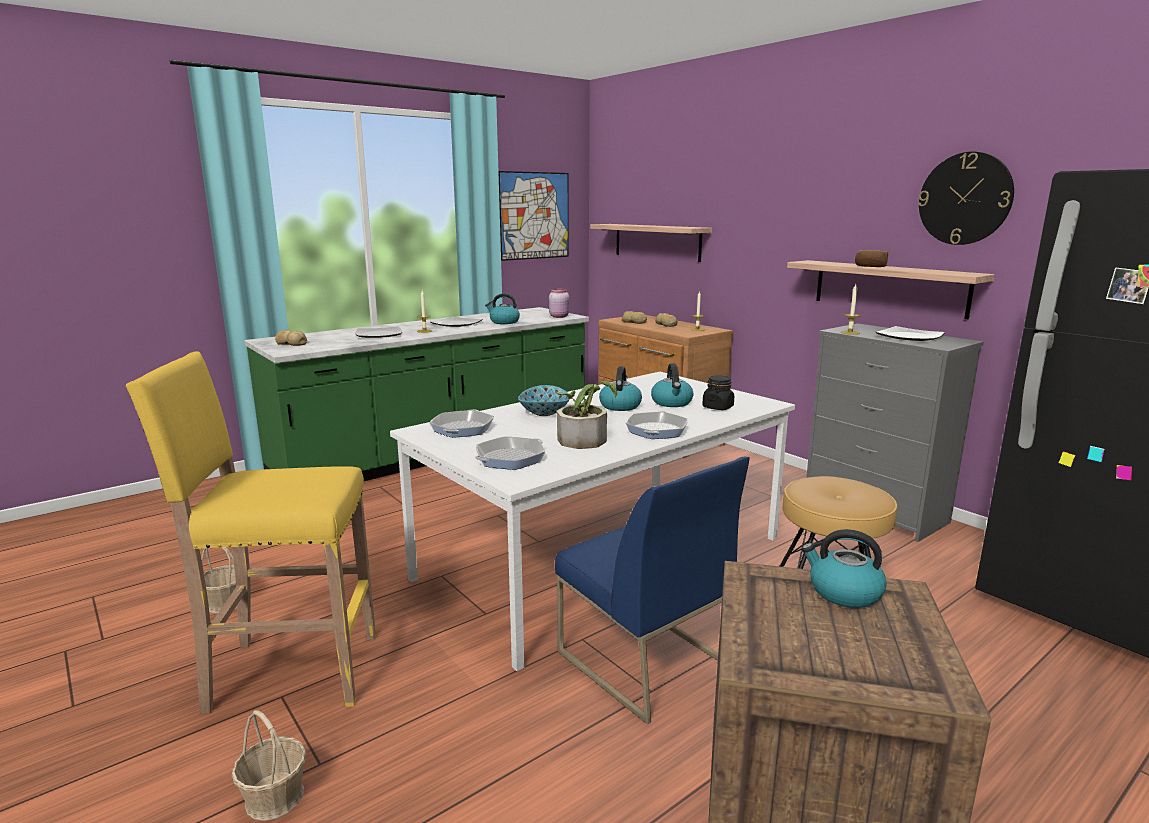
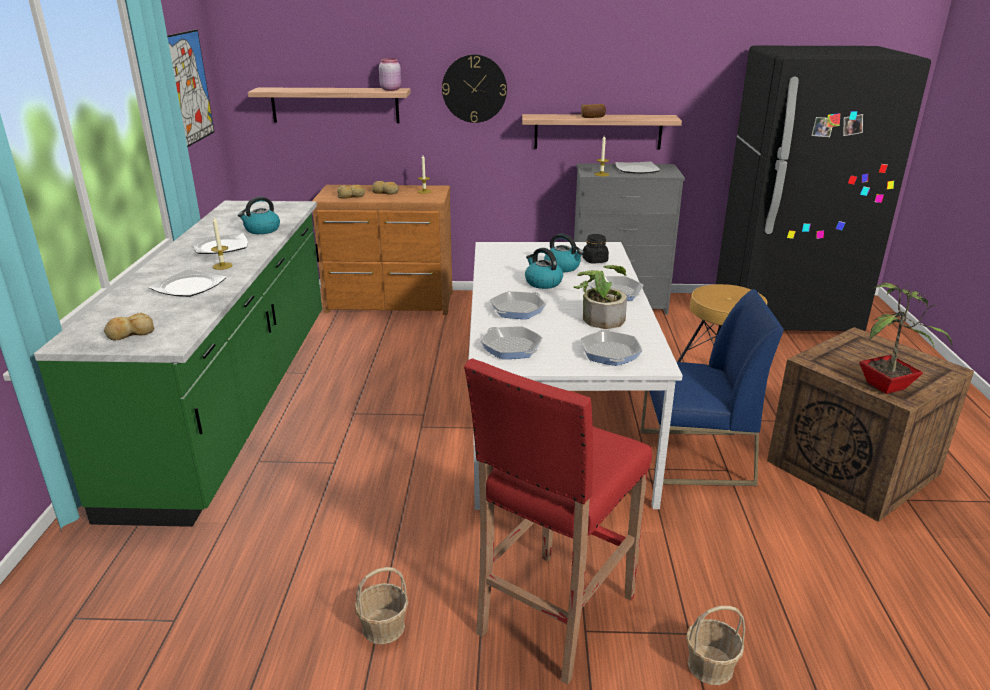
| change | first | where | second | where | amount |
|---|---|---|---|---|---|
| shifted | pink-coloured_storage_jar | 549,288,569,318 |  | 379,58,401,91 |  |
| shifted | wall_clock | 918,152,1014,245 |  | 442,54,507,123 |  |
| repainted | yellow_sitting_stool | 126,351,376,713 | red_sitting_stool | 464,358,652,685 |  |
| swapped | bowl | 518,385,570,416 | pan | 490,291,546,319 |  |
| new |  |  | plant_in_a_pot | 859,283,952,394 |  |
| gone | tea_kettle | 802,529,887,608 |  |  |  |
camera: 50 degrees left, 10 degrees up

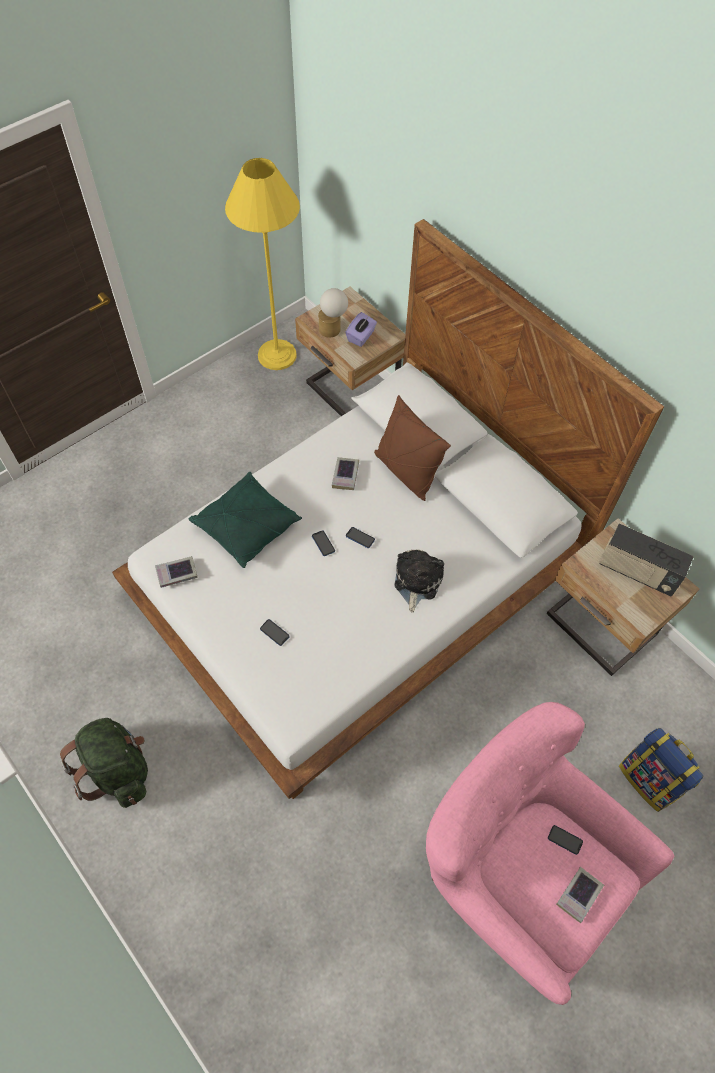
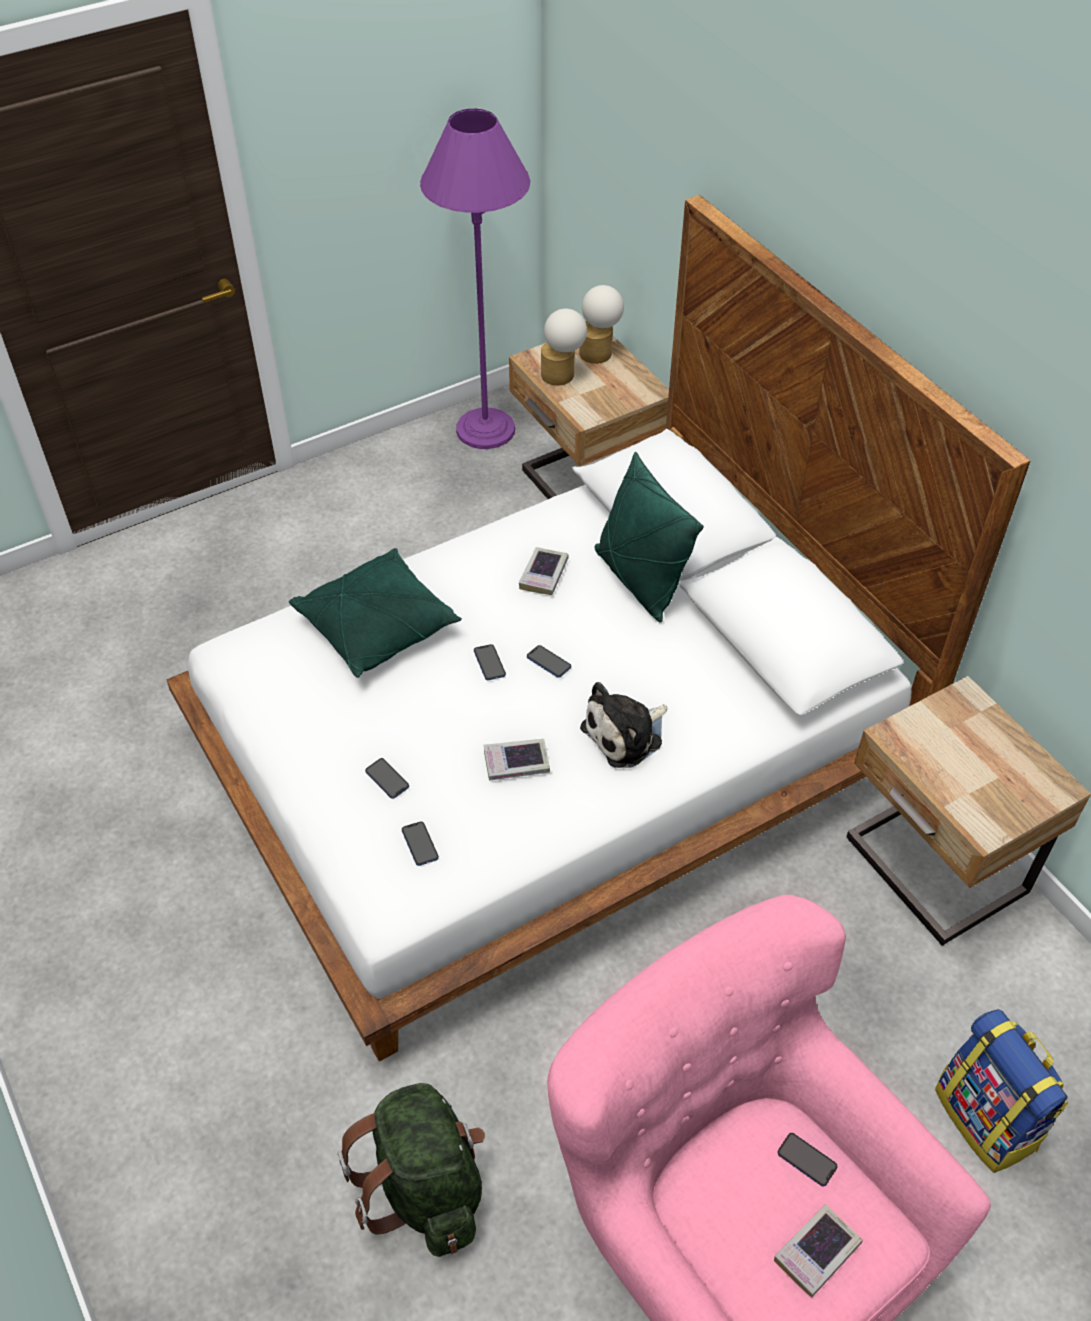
| change | first | where | second | where | amount |
|---|---|---|---|---|---|
| shifted | green-coloured_backpack | 60,718,148,808 |  | 338,1083,485,1257 |  |
| new |  |  | phone | 402,821,439,866 |  |
| repainted | yellow_standing_lamp | 225,158,300,370 | purplish_standing_lamp | 420,109,530,449 |  |
| shifted | bound_book | 155,556,198,588 |  | 484,739,550,781 |  |
| new |  |  | table_lamp | 579,285,624,364 |  |
| rotated | soft_toy | 394,550,444,613 |  | 580,682,667,768 | 150 degrees counterclockwise |
| repainted | brown_cushion | 374,395,451,501 | green-coloured_cushion | 594,452,704,622 |  |
| gone | purplish_tissue_box | 345,312,377,347 |  |  |  |
| gone | radio_set | 599,523,693,596 |  |  |  |
camera: 10 degrees right, 10 degrees down

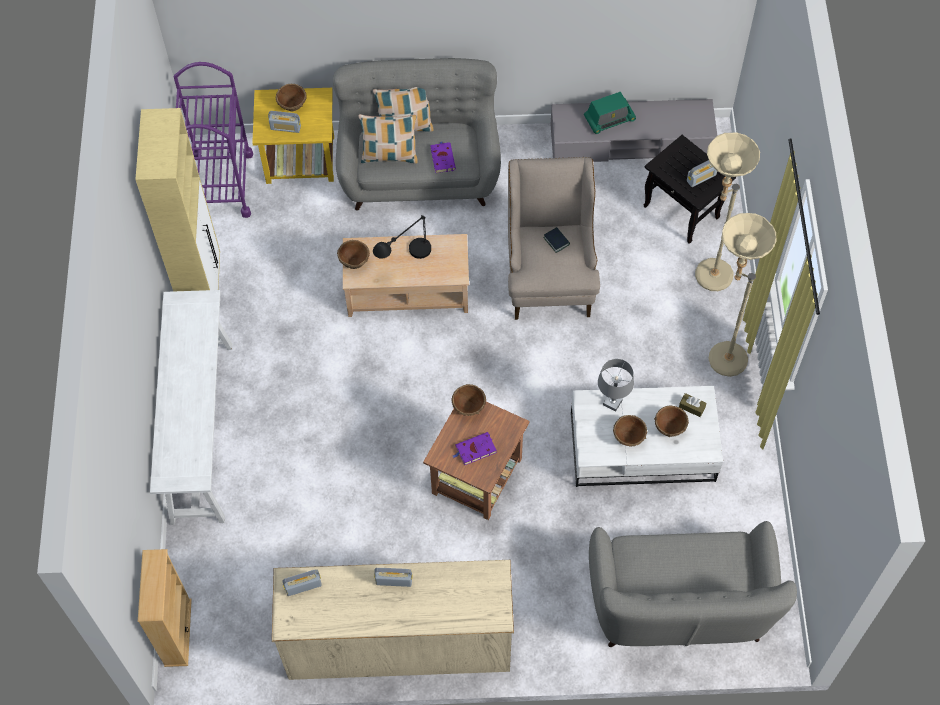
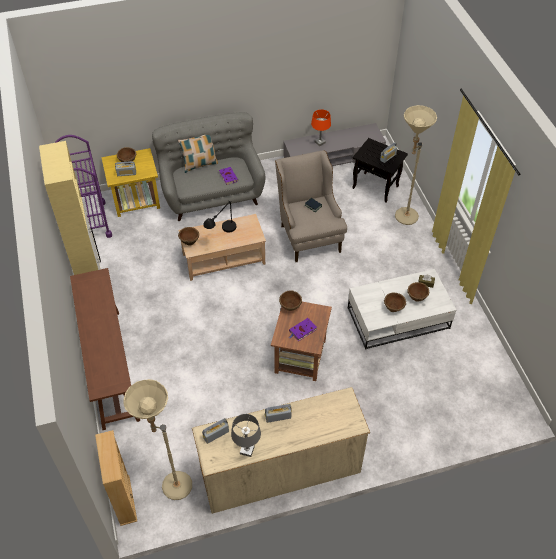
| change | first | where | second | where | amount |
|---|---|---|---|---|---|
| repainted | white_console_table | 150,290,232,525 | brown_console_table | 70,268,140,430 |  |
| shifted | beige-coloured_standing_lamp | 709,213,776,377 |  | 124,379,192,500 |  |
| shifted | grey_table_lamp | 598,359,634,412 |  | 231,414,261,457 |  |
| swapped | radio_set | 584,92,636,134 | orange_table_lamp | 311,109,331,146 |  |
| gone | cushion | 359,114,418,163 |  |  |  |
| gone | grey_sofa | 589,521,797,647 |  |  |  |
camera: 15 degrees left, 10 degrees down

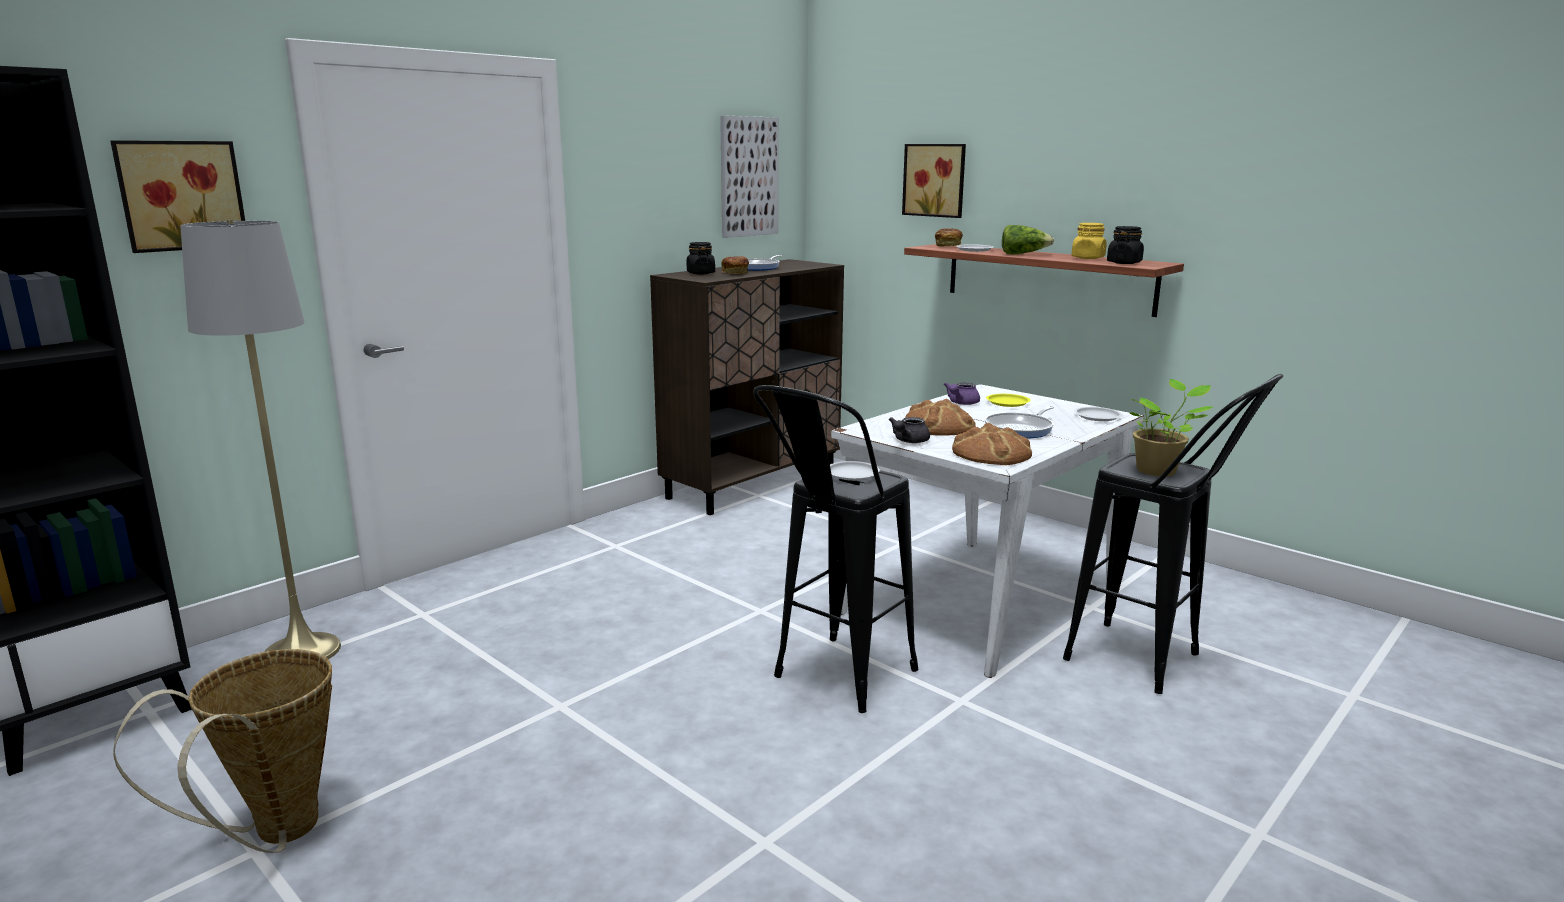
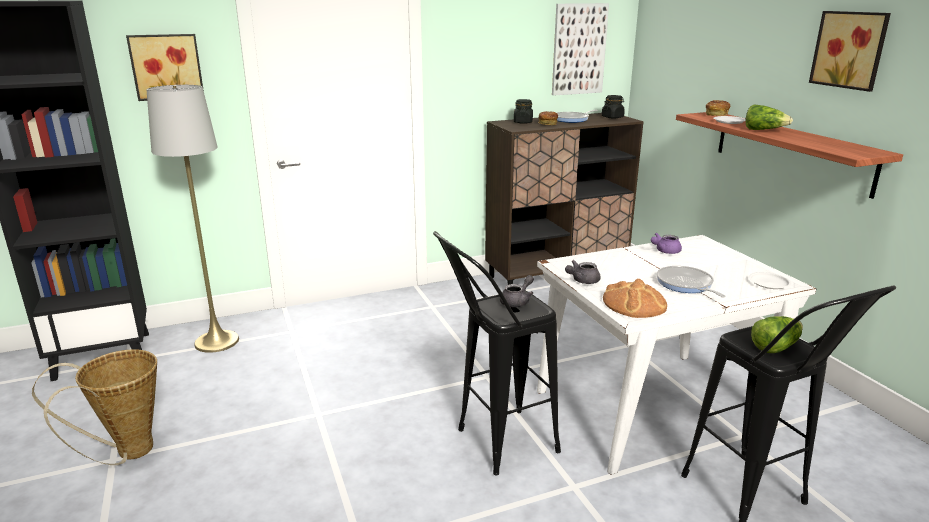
| change | first | where | second | where | amount |
|---|---|---|---|---|---|
| swapped | white_flat_dish | 830,461,880,481 | grey_tea_pot | 500,275,534,307 |  |
| shifted | black_storage_jar | 1107,226,1144,264 |  | 602,95,625,119 |  |
| rotated | pan | 985,406,1054,439 |  | 657,266,726,298 | 90 degrees clockwise |
| swapped | plant_in_a_pot | 1129,379,1213,476 | lettuce | 751,316,803,353 |  |
| shifted | wall_art | 902,144,966,218 |  | 809,11,891,92 |  |
| gone | baked_bread | 905,399,976,436 |  |  |  |
| gone | yellow_flat_dish | 986,394,1031,407 |  |  |  |
| gone | yellow_storage_jar | 1071,223,1107,259 |  |  |  |
camera: 25 degrees right, 5 degrees up

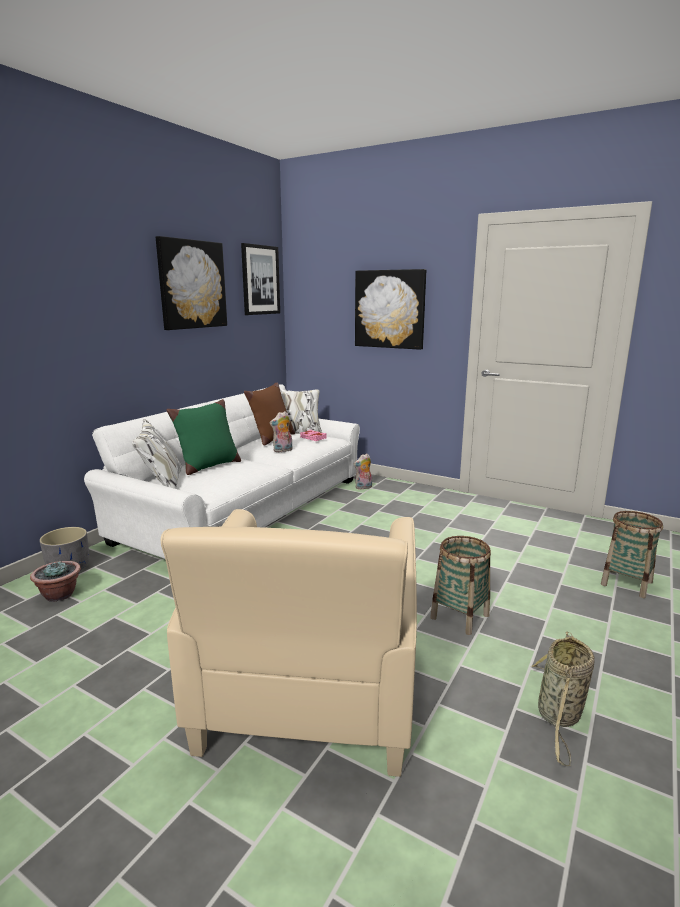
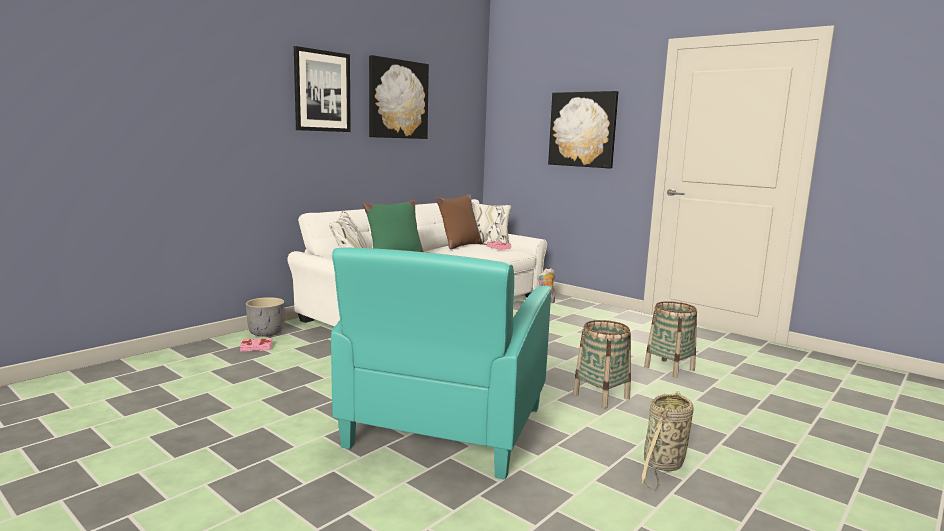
| change | first | where | second | where | amount |
|---|---|---|---|---|---|
| swapped | plant_in_a_pot | 30,560,81,602 | pink-coloured_bound_book | 240,338,272,351 |  |
| shifted | wall_art | 241,243,280,315 |  | 294,46,351,132 |  |
| repainted | beige-coloured_lounge_chair | 161,509,417,777 | turquoise_lounge_chair | 331,247,552,480 |  |
| shifted | household_basket | 601,511,663,598 |  | 644,301,697,378 |  |
| gone | soft_toy | 270,411,292,452 |  |  |  |
camera: 10 degrees right, 5 degrees down

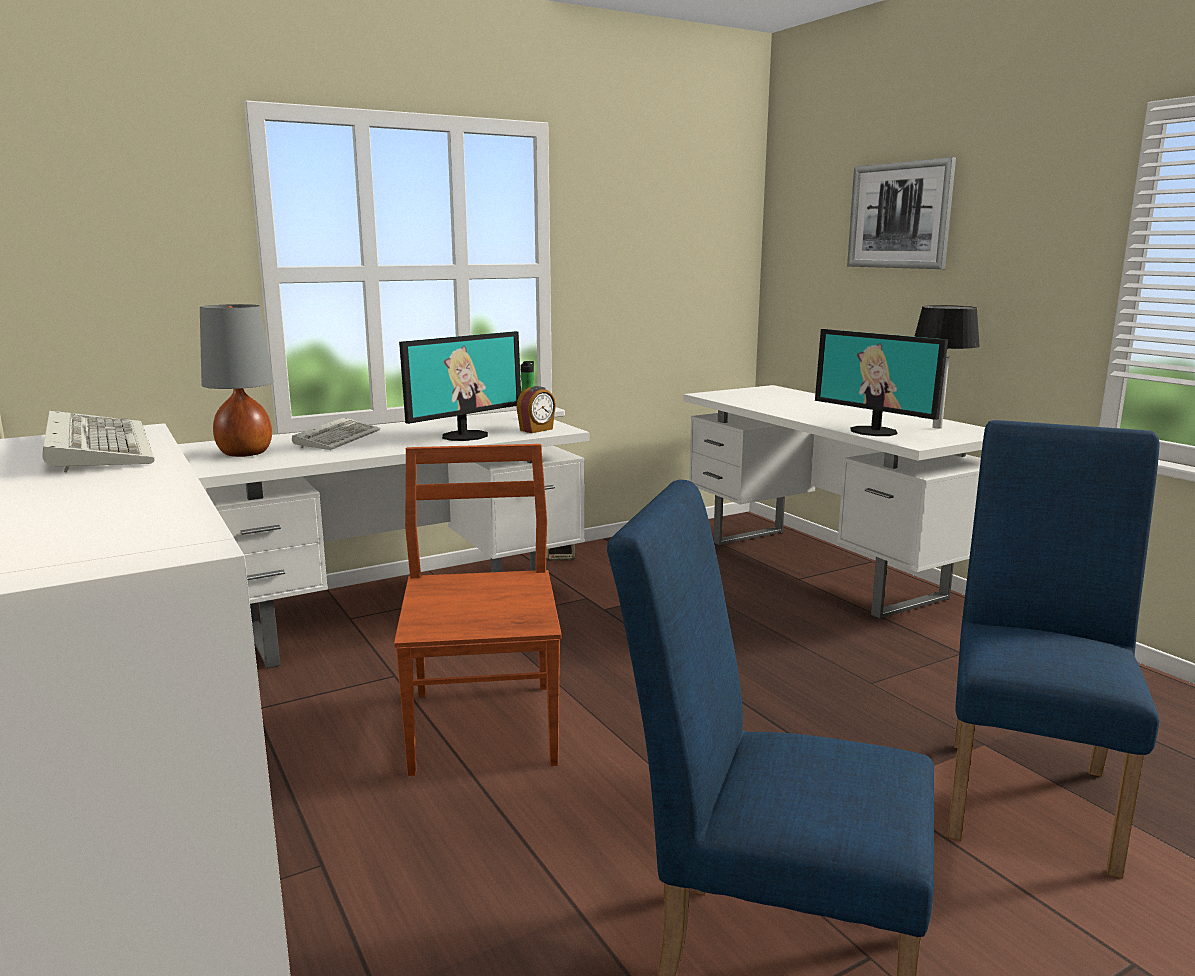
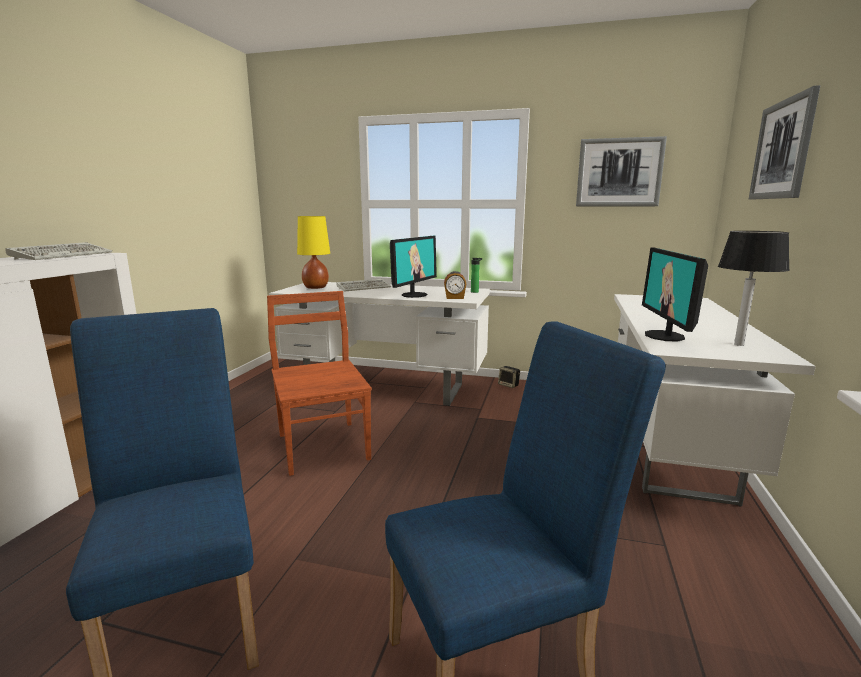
| change | first | where | second | where | amount |
|---|---|---|---|---|---|
| rotated | brown_plain_chair | 394,444,562,776 |  | 267,291,372,476 | 60 degrees counterclockwise |
| repainted | grey_table_lamp | 200,304,274,457 | yellow_table_lamp | 297,216,330,289 |  |
| rotated | computer_screen | 399,331,521,441 |  | 390,236,437,298 | 60 degrees counterclockwise |
| new |  |  | wall_art | 576,136,667,206 |  |
camera: 45 degrees right, 0 degrees up

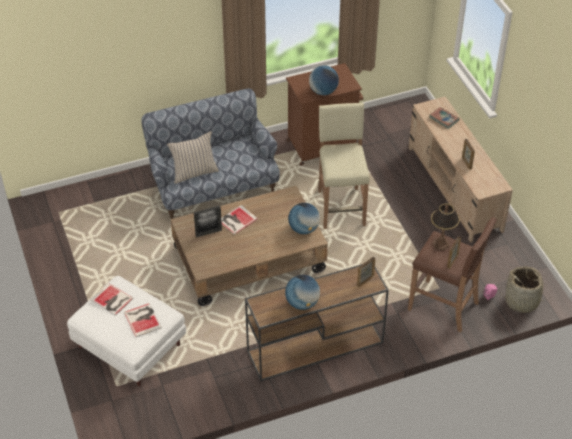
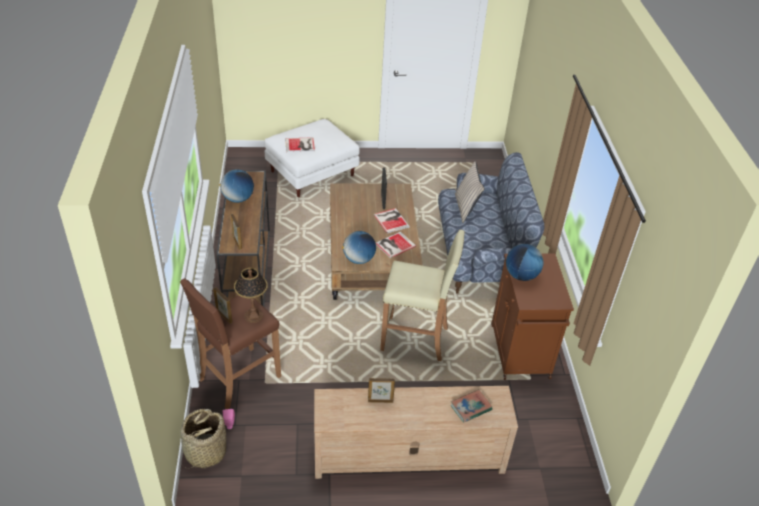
| change | first | where | second | where | amount |
|---|---|---|---|---|---|
| shifted | bound_book | 90,283,134,316 |  | 376,231,416,258 |  |
camera: 105 degrees right, 5 degrees down

